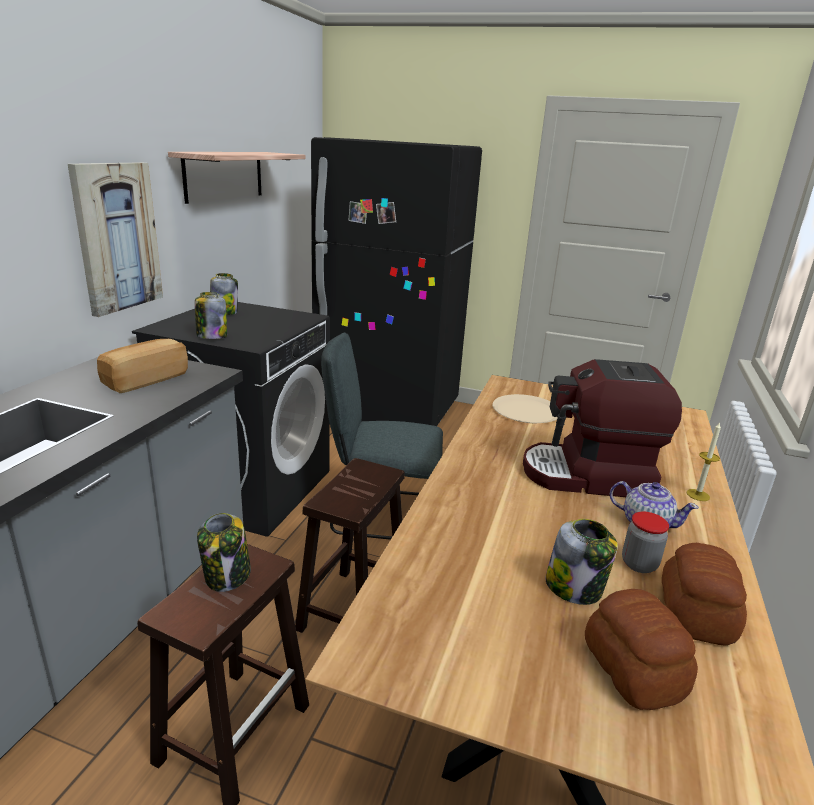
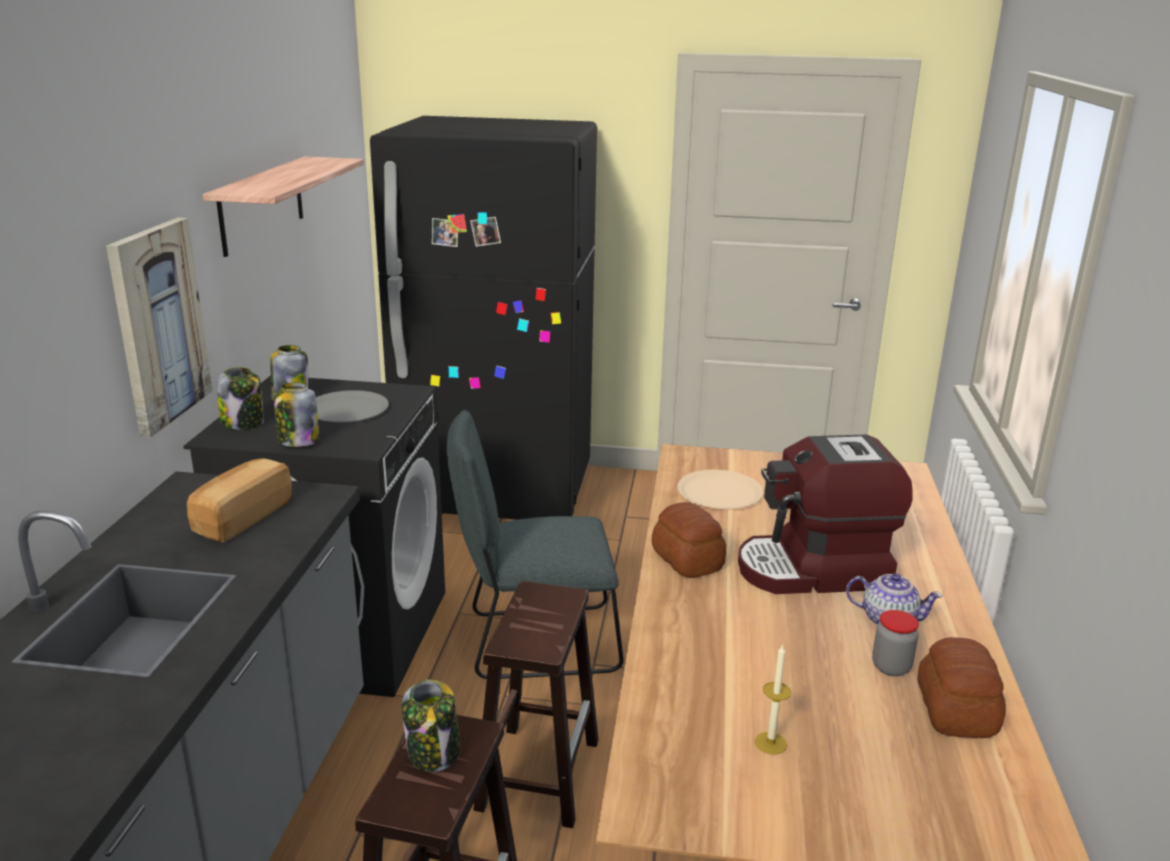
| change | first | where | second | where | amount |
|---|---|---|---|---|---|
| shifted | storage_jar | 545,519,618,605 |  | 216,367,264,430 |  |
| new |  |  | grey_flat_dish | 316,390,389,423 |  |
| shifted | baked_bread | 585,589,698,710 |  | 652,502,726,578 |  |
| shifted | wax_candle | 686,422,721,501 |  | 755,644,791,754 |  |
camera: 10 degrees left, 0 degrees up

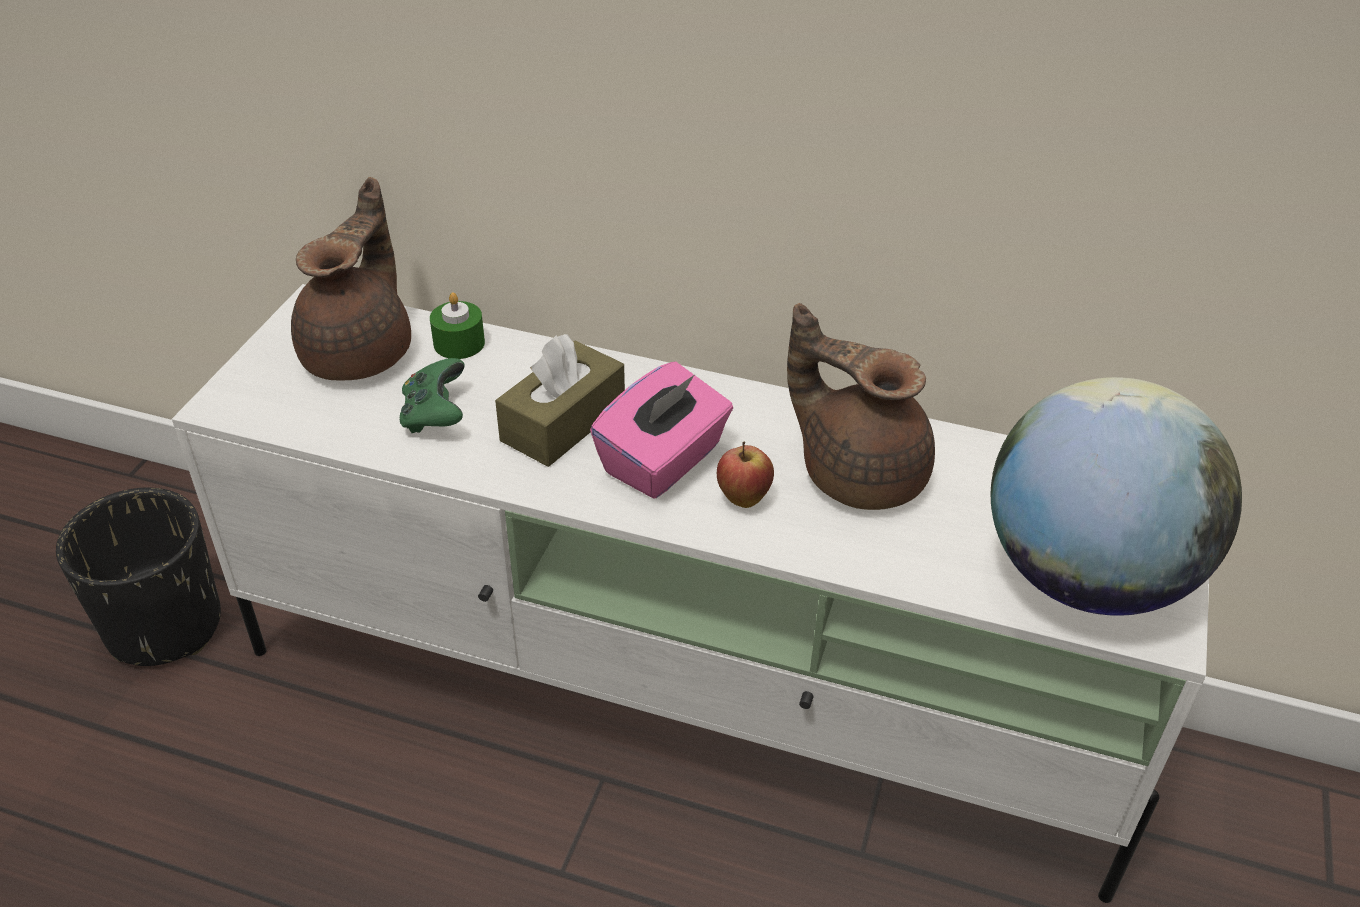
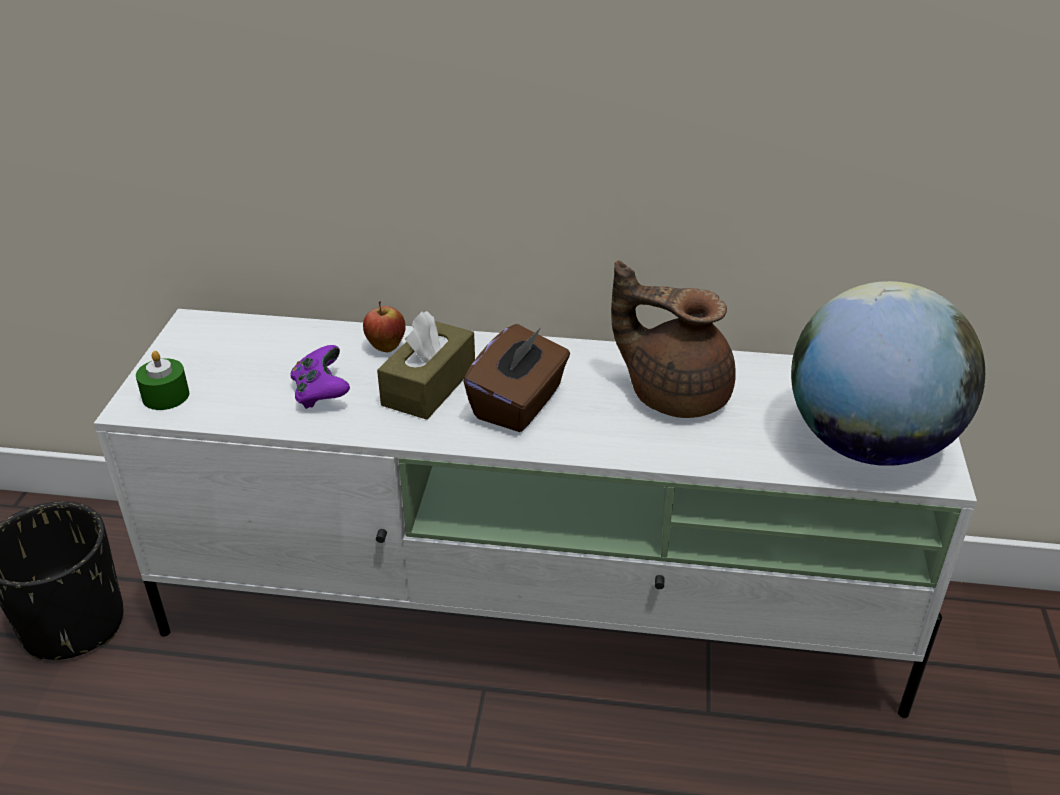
| change | first | where | second | where | amount |
|---|---|---|---|---|---|
| shifted | green-coloured_wax_candle | 430,292,485,359 |  | 136,351,189,410 |  |
| repainted | green-coloured_joypad | 400,358,464,433 | purplish_joypad | 291,345,350,409 |  |
| shifted | apple | 717,441,774,508 |  | 363,301,406,352 |  |
| repainted | pink-coloured_tissue_box | 590,361,733,499 | brown_tissue_box | 463,324,570,432 |  |
| gone | brown_tea_pot | 291,177,411,380 |  |  |  |
camera: 10 degrees left, 5 degrees down

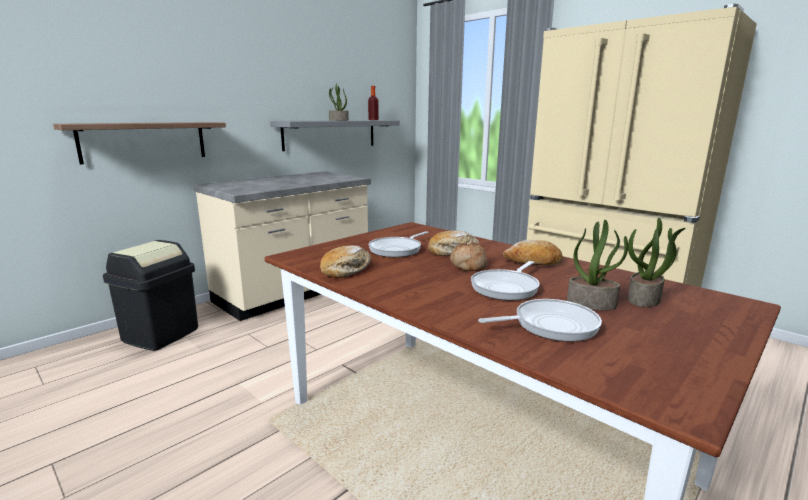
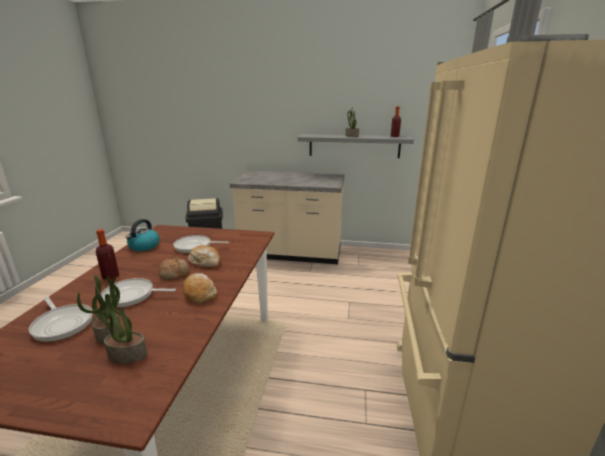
| change | first | where | second | where | amount |
|---|---|---|---|---|---|
| new |  |  | drink_bottle | 96,229,119,280 |  |
| swapped | baked_bread | 320,245,371,278 | tea_kettle | 126,219,160,251 |  |
| gone | shelf | 53,122,226,165 |  |  |  |
camera: 55 degrees right, 5 degrees up

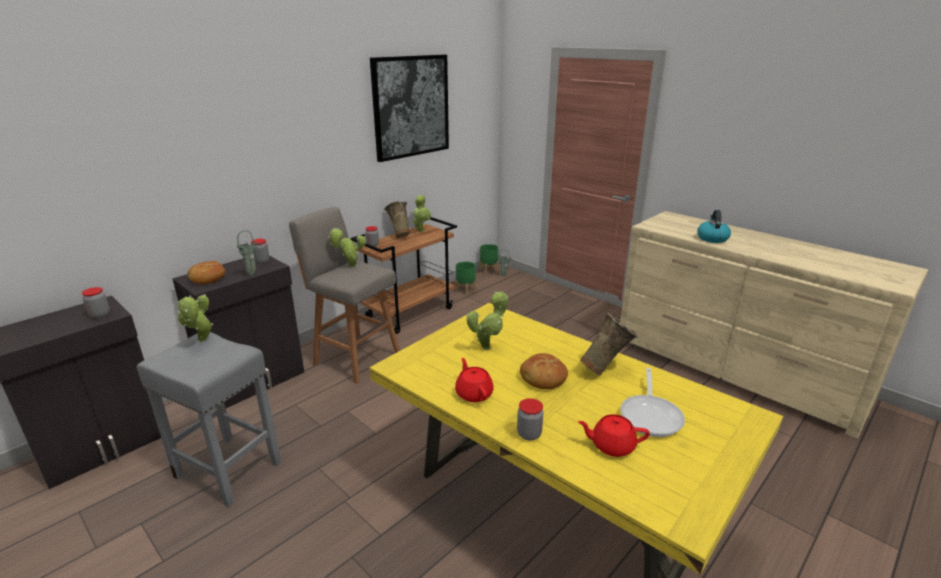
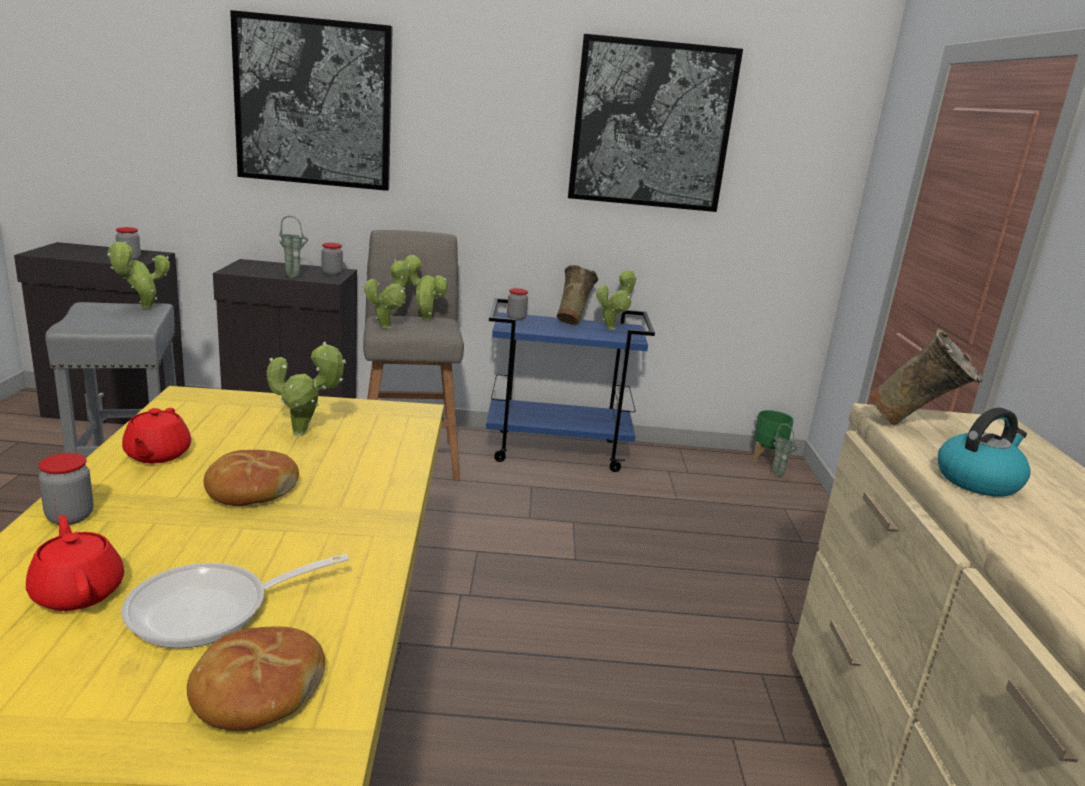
| change | first | where | second | where | amount |
|---|---|---|---|---|---|
| rotated | red_tea_pot | 455,358,494,402 |  | 122,408,191,463 | 150 degrees clockwise |
| shifted | baked_bread | 188,261,226,284 |  | 187,626,325,731 |  |
| new |  |  | wall_art | 230,10,393,191 |  |
| new |  |  | plant_in_a_pot | 364,260,410,329 |  |
| repainted | brown_cart | 350,217,457,334 | bluish_cart | 486,298,655,472 |  |
| shifted | beige-coloured_decorative_vase | 580,313,639,376 |  | 869,329,983,426 |  |
| gone | green-coloured_flower_pot | 456,262,476,295 |  |  |  |
camera: 45 degrees right, 5 degrees down

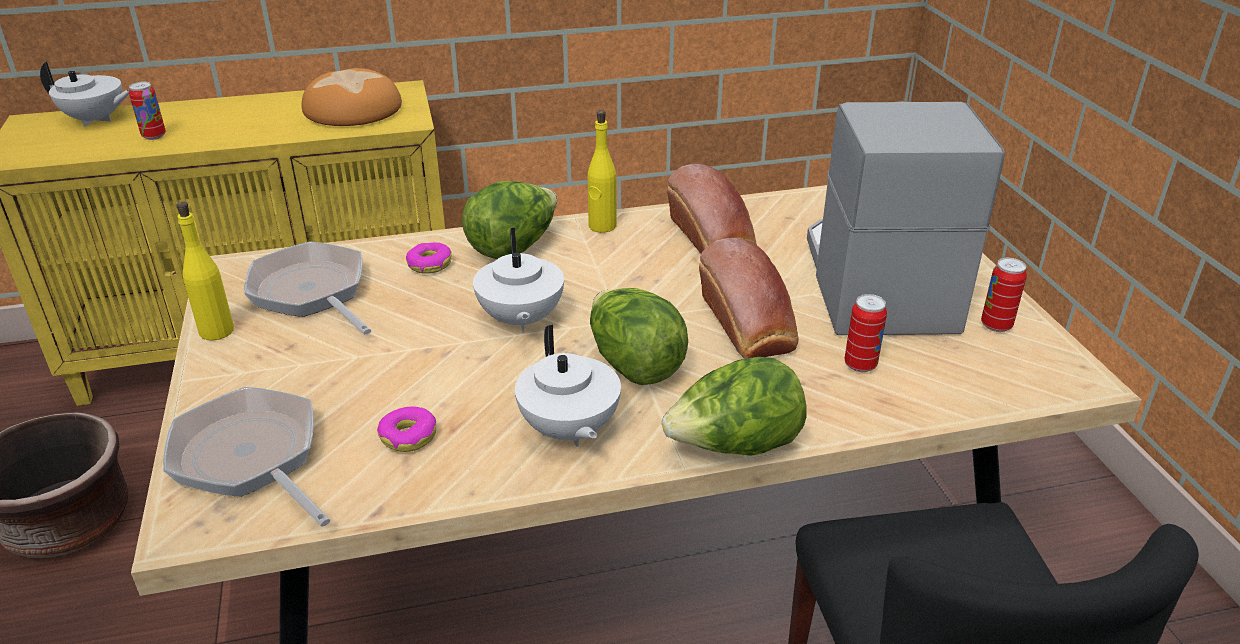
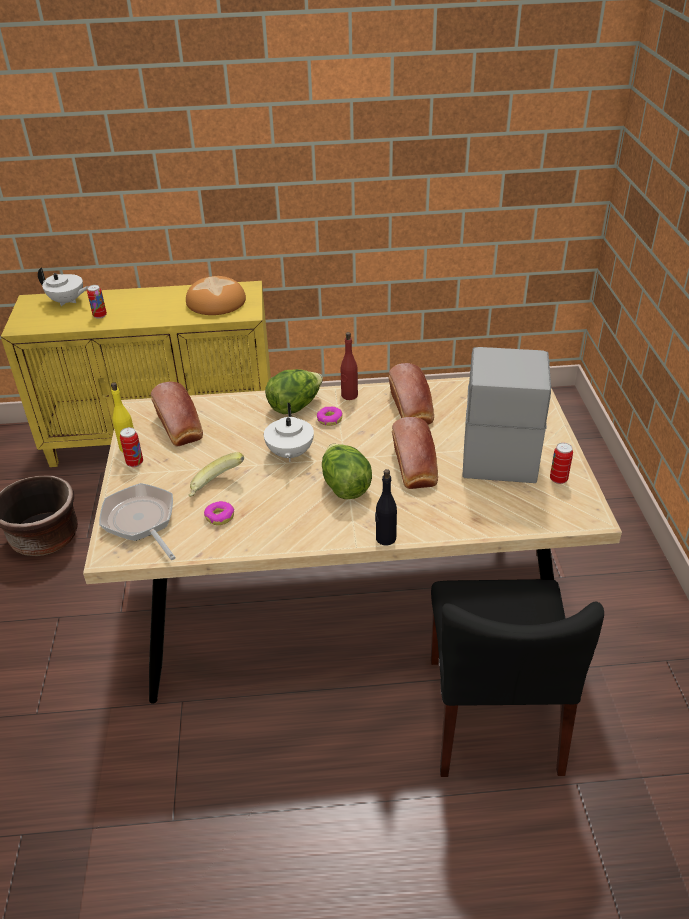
| change | first | where | second | where | amount |
|---|---|---|---|---|---|
| shifted | can | 845,294,887,372 |  | 120,427,143,467 |  |
| swapped | pan | 244,241,371,335 | baked_bread | 151,381,203,446 |  |
| new |  |  | banana | 189,452,244,497 |  |
| shifted | donut | 406,242,452,274 |  | 317,407,343,426 |  |
| repainted | yellow_drink_bottle | 588,110,616,233 | red_drink_bottle | 341,332,358,400 |  |
| swapped | lettuce | 662,357,806,456 | black_drink_bottle | 375,469,397,546 |  |
| gone | white_tea_pot | 515,325,621,447 |  |  |  |
camera: 10 degrees right, 5 degrees up

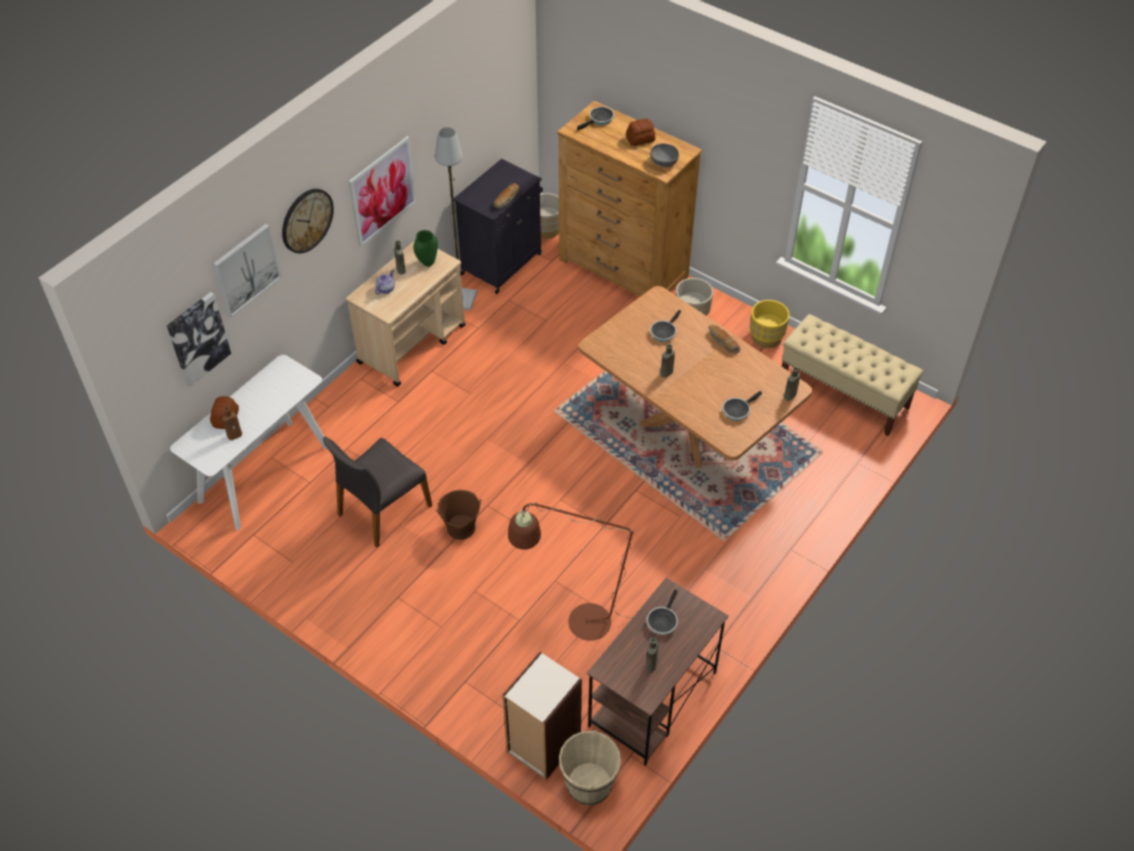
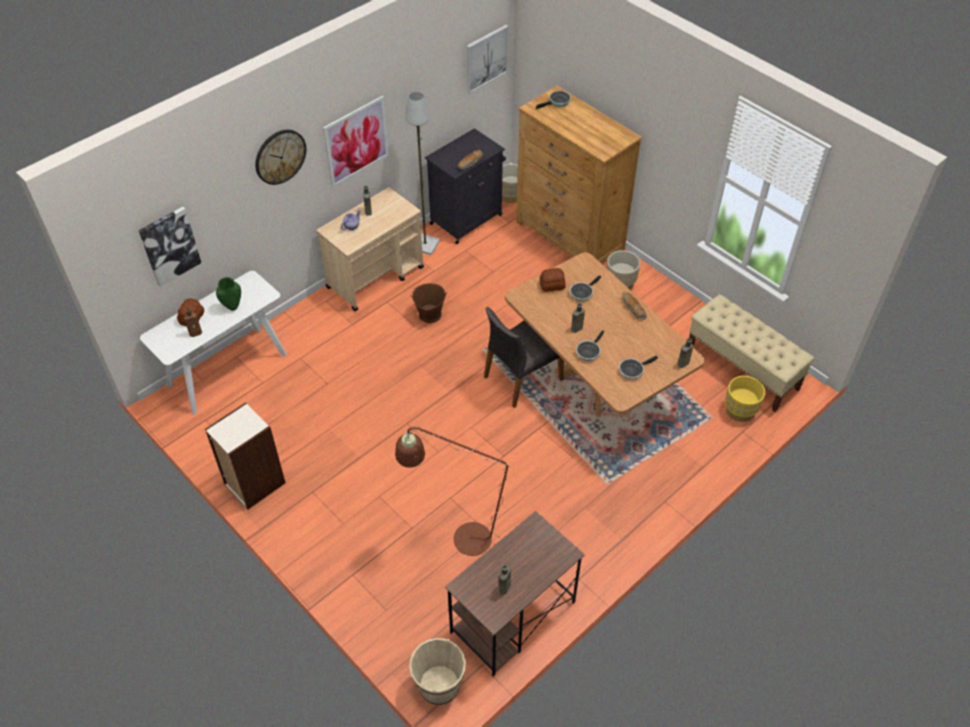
| change | first | where | second | where | amount |
|---|---|---|---|---|---|
| shifted | bookshelf | 503,652,582,780 |  | 205,402,285,510 |  |
| shifted | green-coloured_decorative_vase | 413,230,438,267 |  | 216,277,241,311 |  |
| shifted | brown_water_bucket | 436,490,482,540 |  | 410,283,447,323 |  |
| shifted | wall_art | 213,224,281,317 |  | 466,25,509,93 |  |
| shifted | grey_plain_chair | 323,437,432,548 |  | 484,307,564,408 |  |
| shifted | baked_bread | 626,119,655,146 |  | 540,268,565,292 |  |
| shifted | pan | 646,590,678,635 |  | 576,330,605,361 |  |
| shifted | yellow_flower_pot | 750,300,789,348 |  | 725,376,765,422 |  |
| gone | grey_bowl | 650,143,679,167 |  |  |  |
camera: 10 degrees right, 0 degrees up

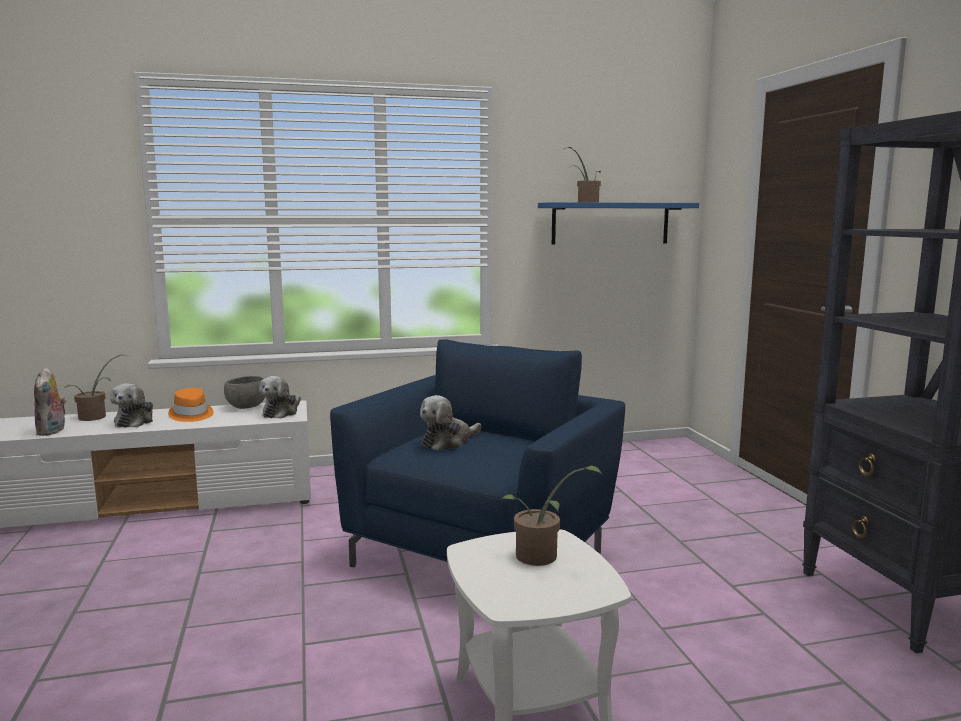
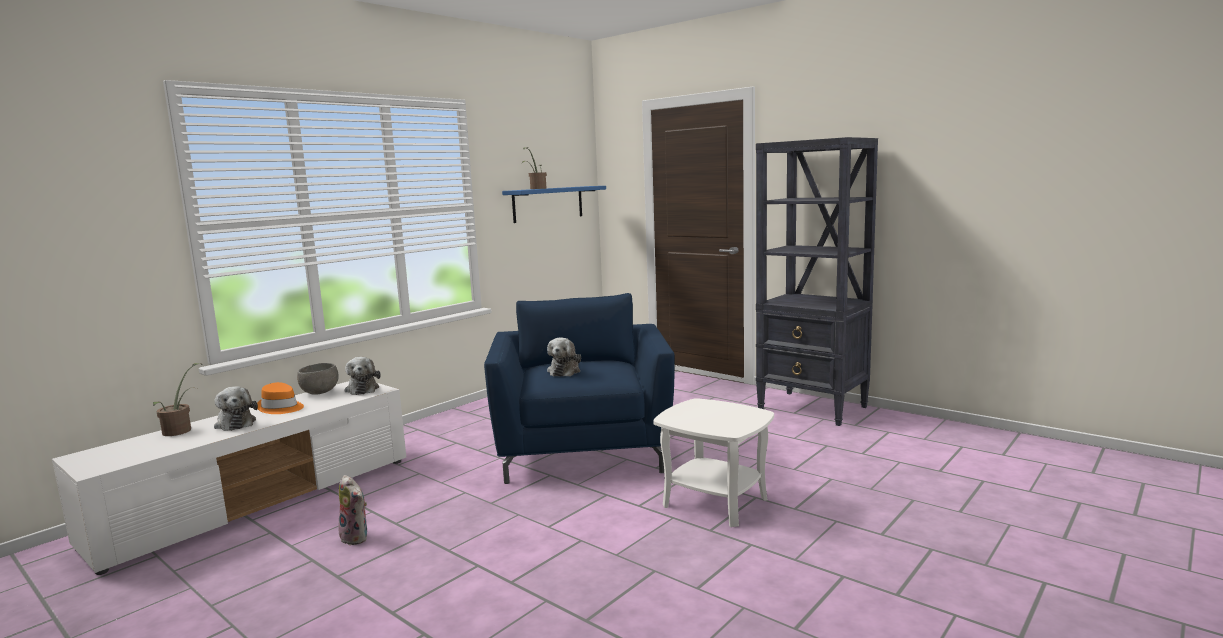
| change | first | where | second | where | amount |
|---|---|---|---|---|---|
| shifted | soft_toy | 34,367,66,436 |  | 338,475,367,546 |  |
| gone | plant_in_a_pot | 502,466,603,566 |  |  |  |
camera: 35 degrees left, 0 degrees up

